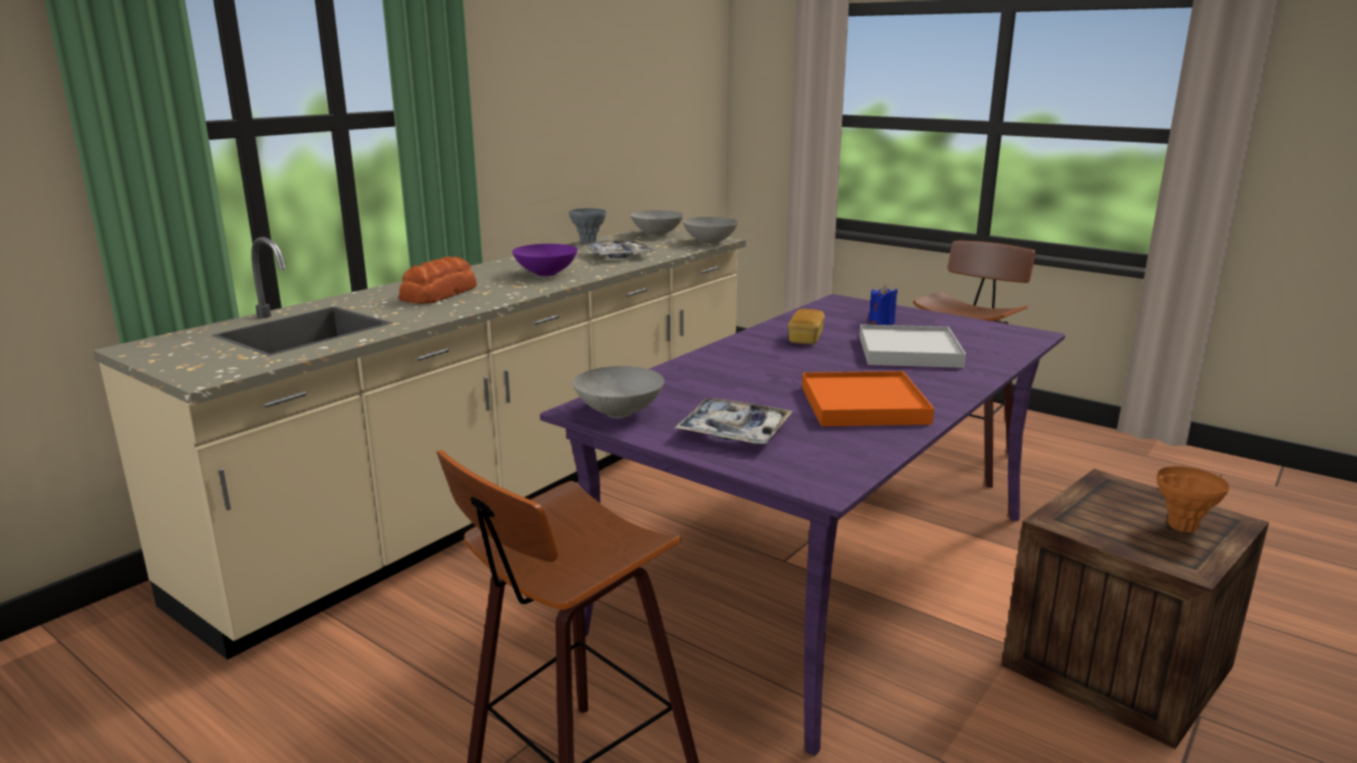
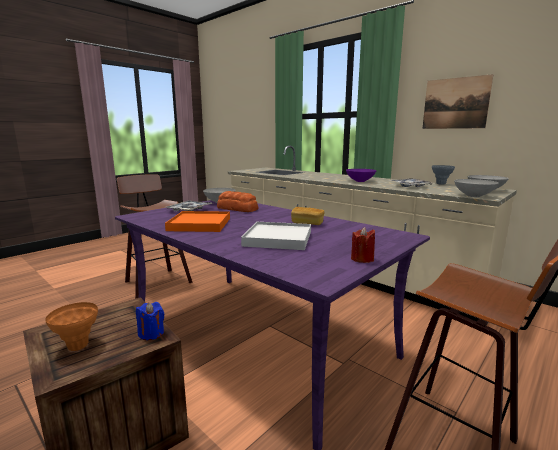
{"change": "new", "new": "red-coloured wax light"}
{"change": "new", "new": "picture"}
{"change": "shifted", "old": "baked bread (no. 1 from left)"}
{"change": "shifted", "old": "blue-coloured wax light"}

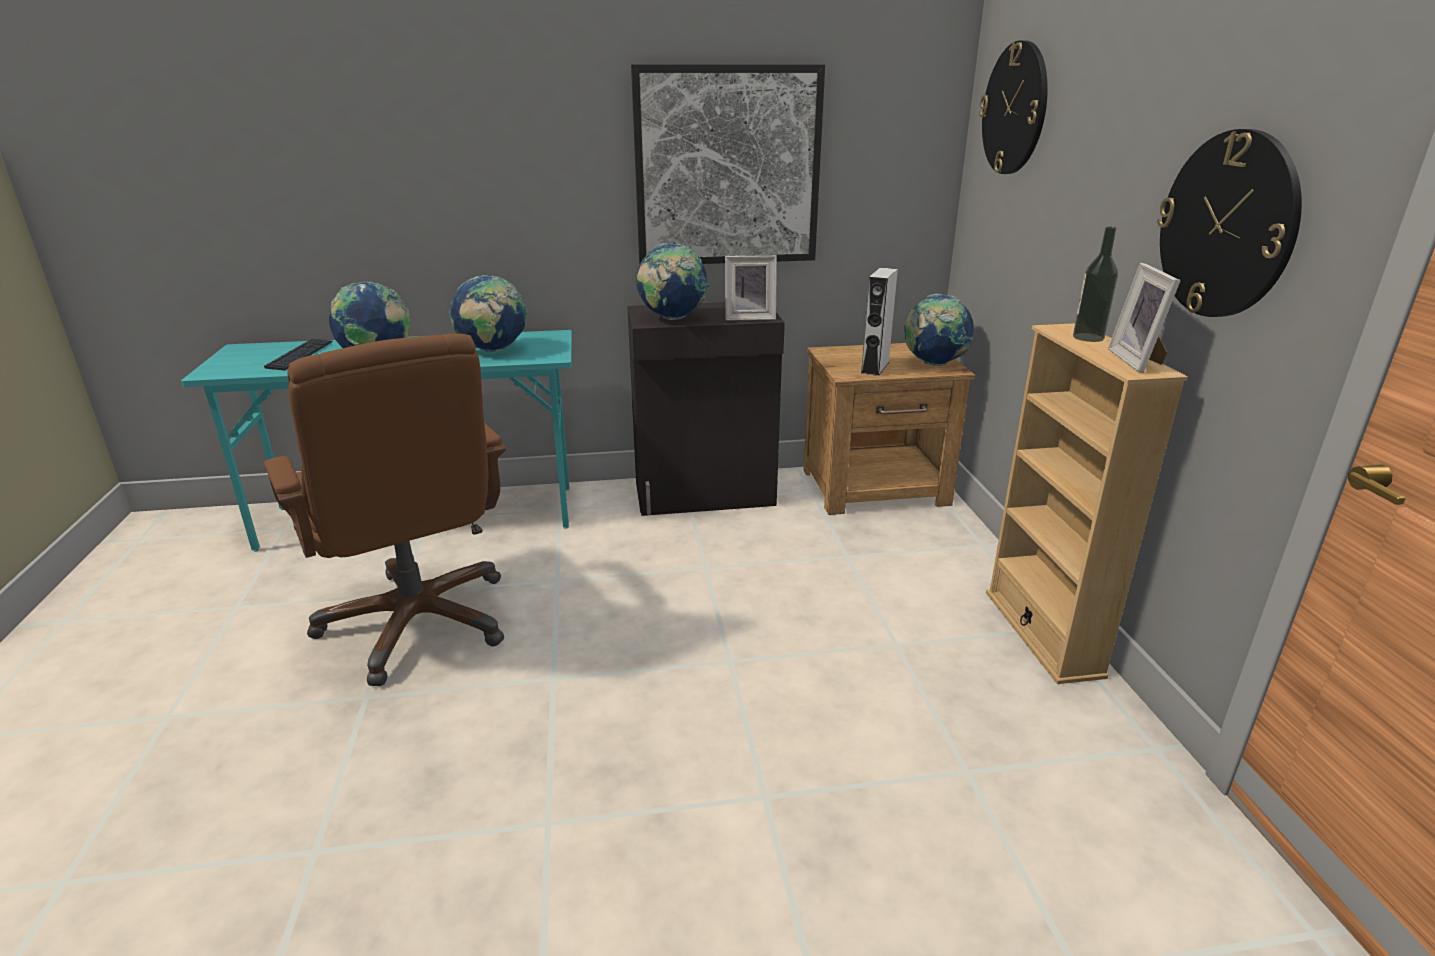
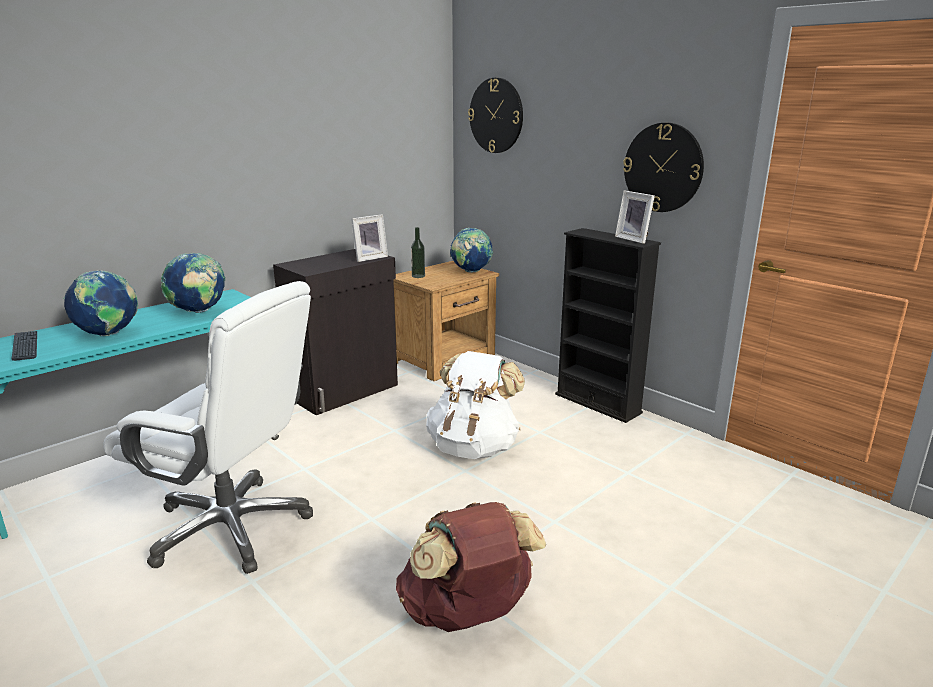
{"change": "gone", "old": "picture"}
{"change": "gone", "old": "world globe (no. 3 from left)"}
{"change": "gone", "old": "gray speaker"}
{"change": "new", "new": "brownish rucksack"}
{"change": "new", "new": "white rucksack"}
{"change": "shifted", "old": "beverage bottle"}
{"change": "repainted", "old": "brownish office chair", "new": "white office chair"}
{"change": "repainted", "old": "beige bookcase", "new": "blackish bookcase"}

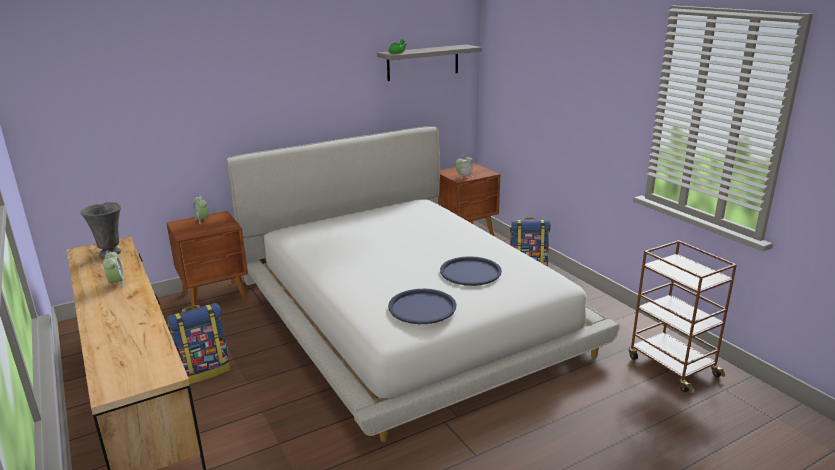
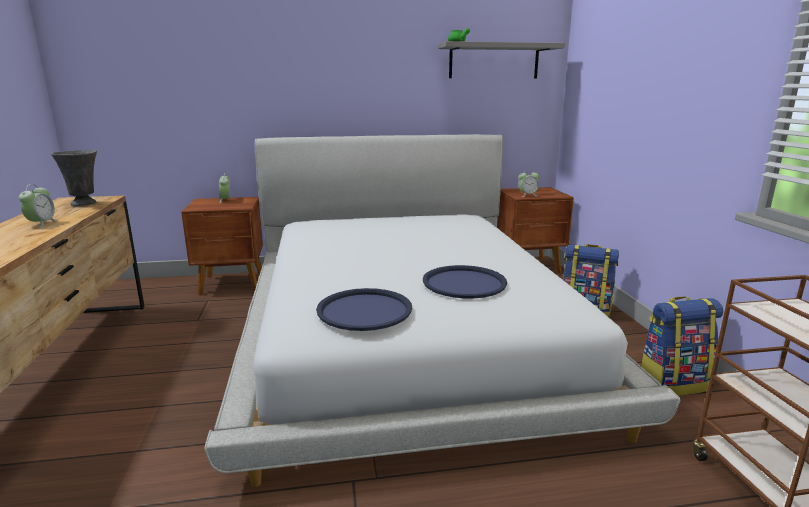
{"change": "shifted", "old": "rucksack (no. 1 from left in the first image)", "new": "rucksack (no. 2 from left)"}

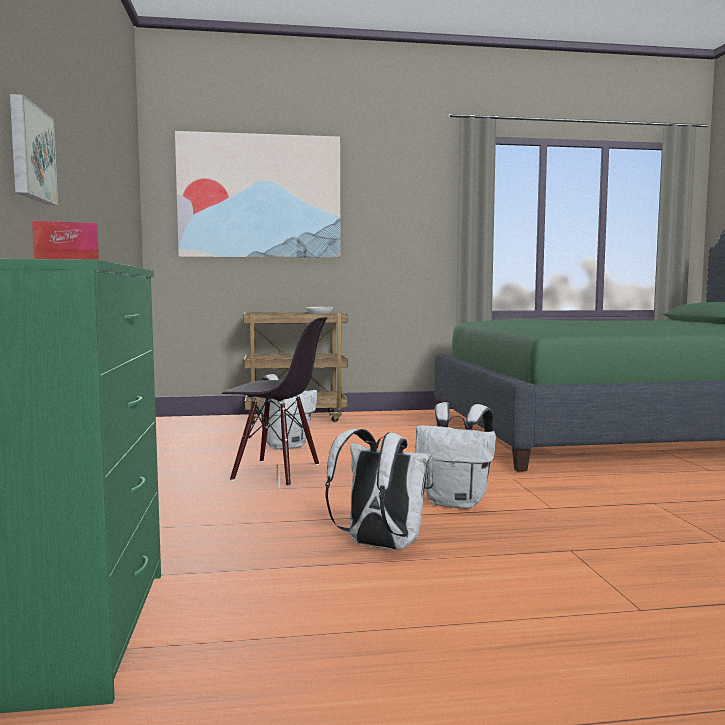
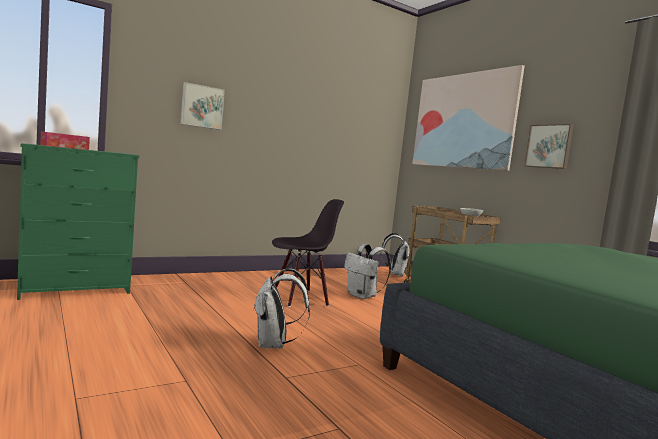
{"change": "new", "new": "picture (no. 3 from left)"}
{"change": "shifted", "old": "white rucksack (no. 2 from left in the first image)", "new": "white rucksack (no. 3 from left)"}
{"change": "rotated", "old": "blackish upright chair", "degrees": -105}

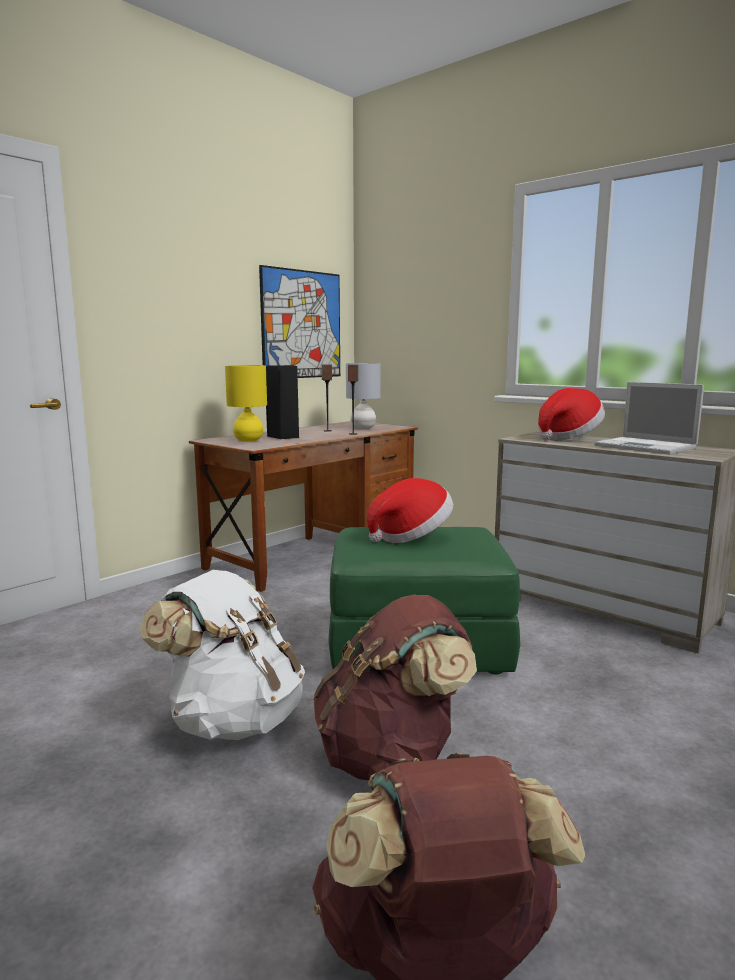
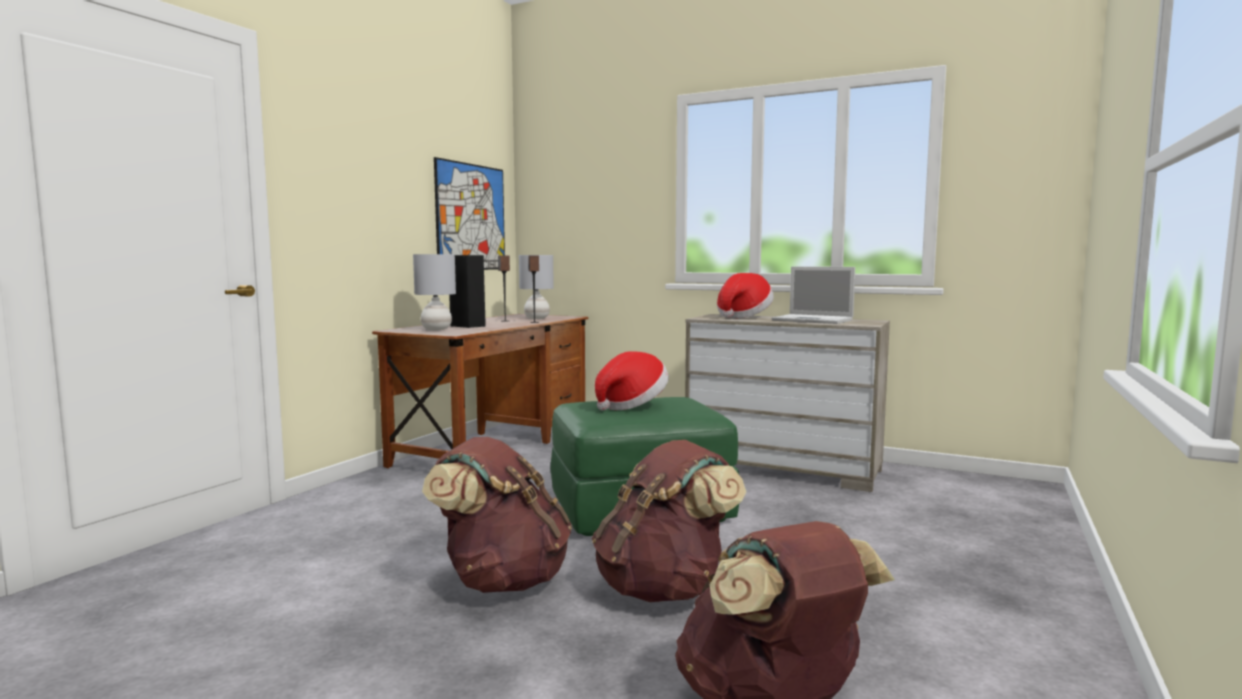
{"change": "repainted", "old": "white rucksack", "new": "brownish rucksack (no. 1 from left)"}
{"change": "repainted", "old": "yellowish tabletop lamp", "new": "gray tabletop lamp (no. 1 from left)"}

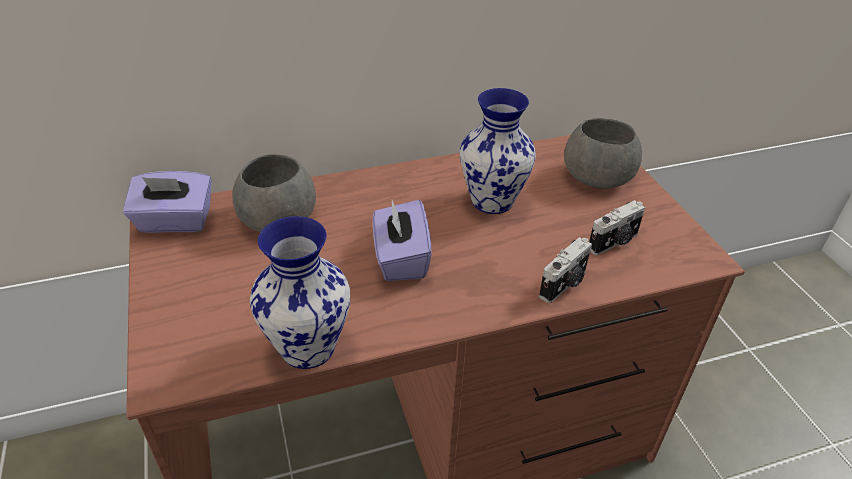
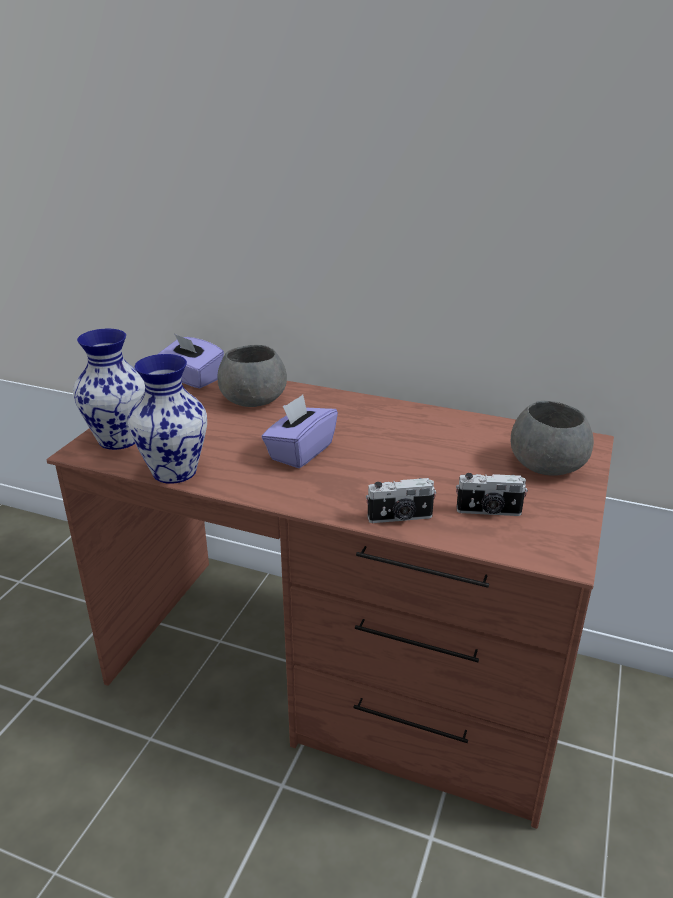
{"change": "shifted", "old": "flower vase (no. 2 from left in the first image)", "new": "flower vase (no. 1 from left)"}

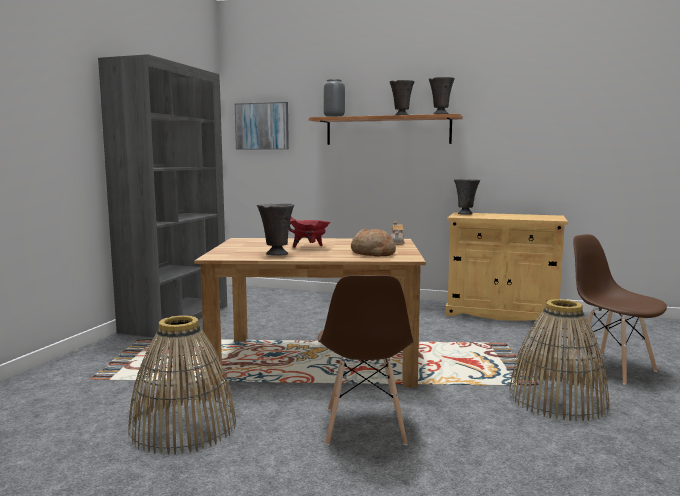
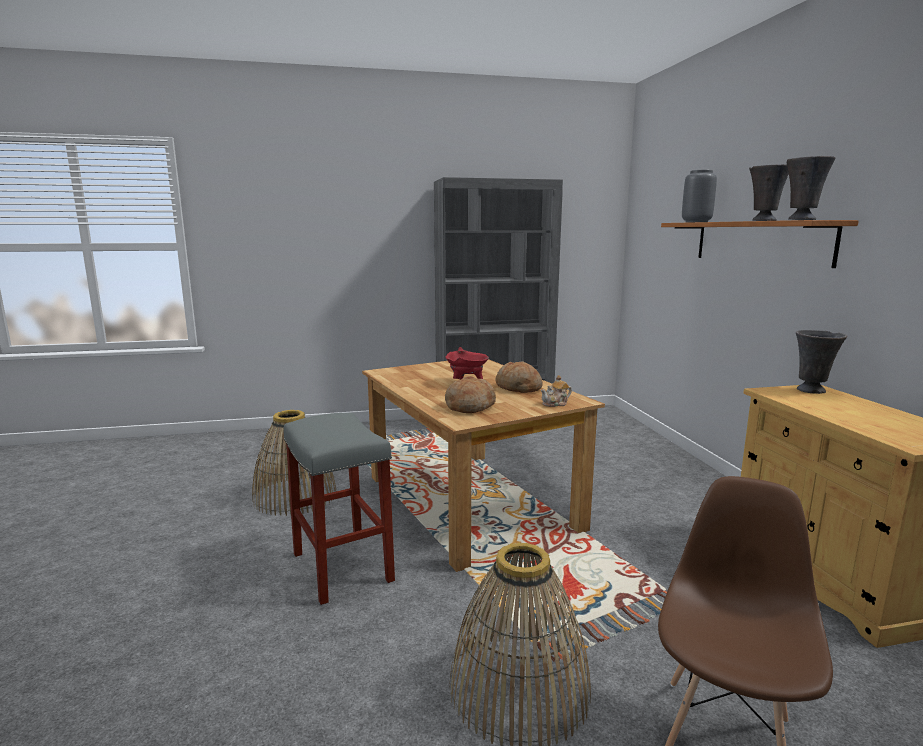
{"change": "gone", "old": "picture"}
{"change": "gone", "old": "gray flower vase (no. 1 from left)"}
{"change": "new", "new": "baked bread (no. 2 from left)"}
{"change": "swapped", "old": "brownish upright chair (no. 1 from left)", "new": "gray stool"}

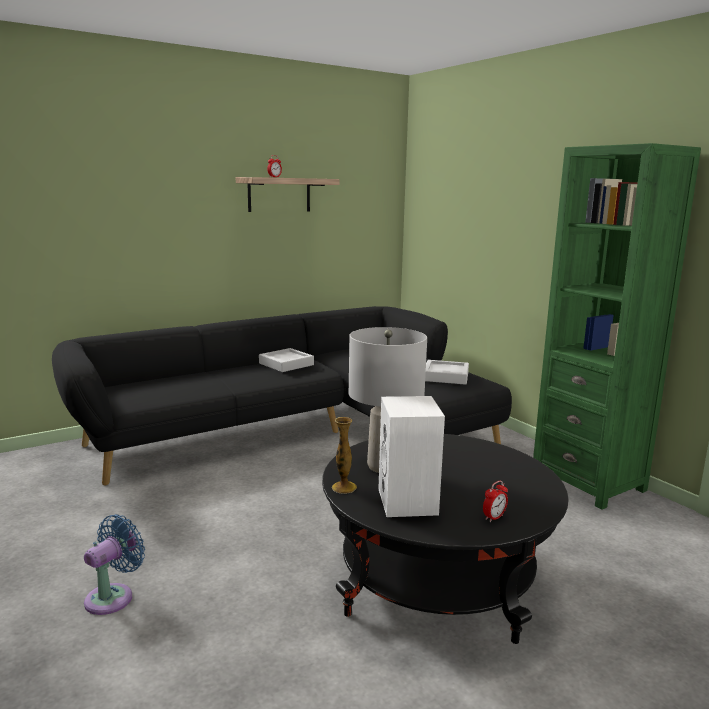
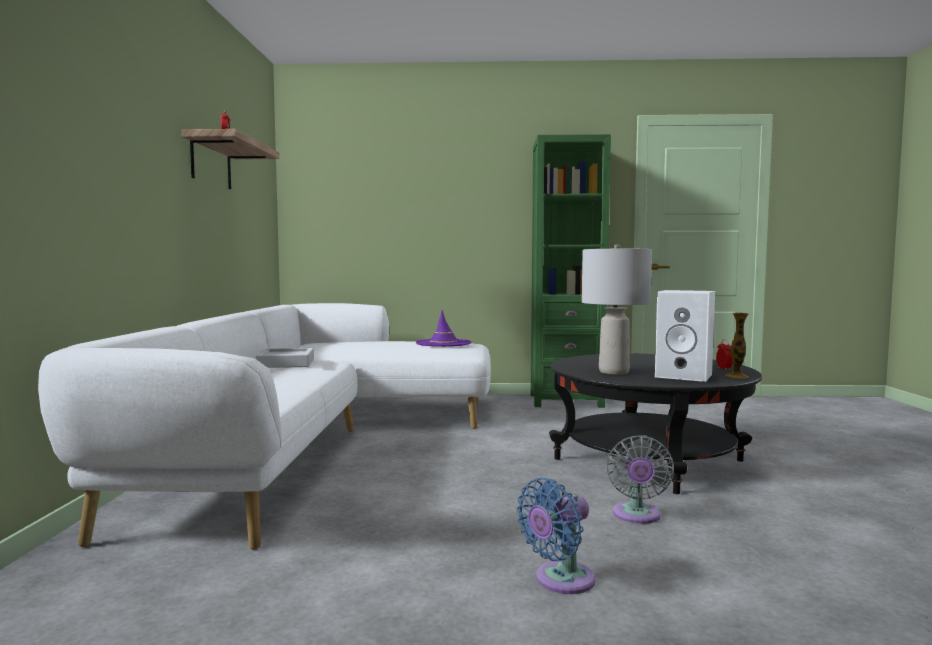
{"change": "new", "new": "gray fan"}
{"change": "shifted", "old": "flower vase"}
{"change": "swapped", "old": "gray tray (no. 2 from left)", "new": "purple-coloured clothing hat"}
{"change": "repainted", "old": "blackish settee", "new": "white settee"}
{"change": "rotated", "old": "blue-coloured fan", "degrees": -105}

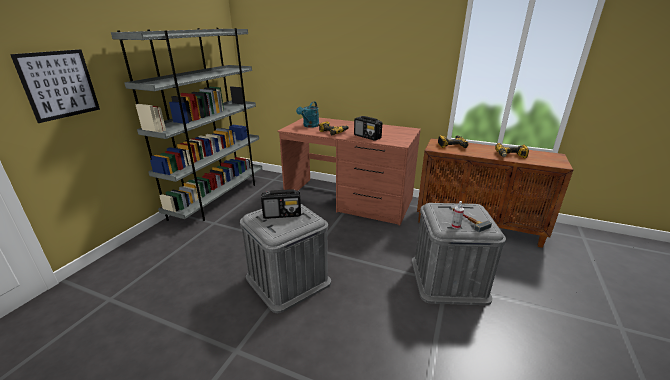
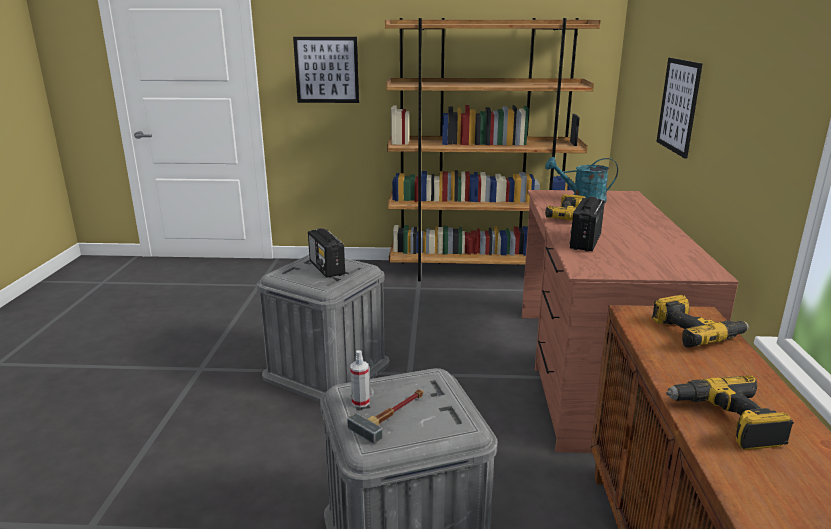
{"change": "new", "new": "picture (no. 2 from left)"}
{"change": "repainted", "old": "gray bookcase", "new": "brownish bookcase"}

